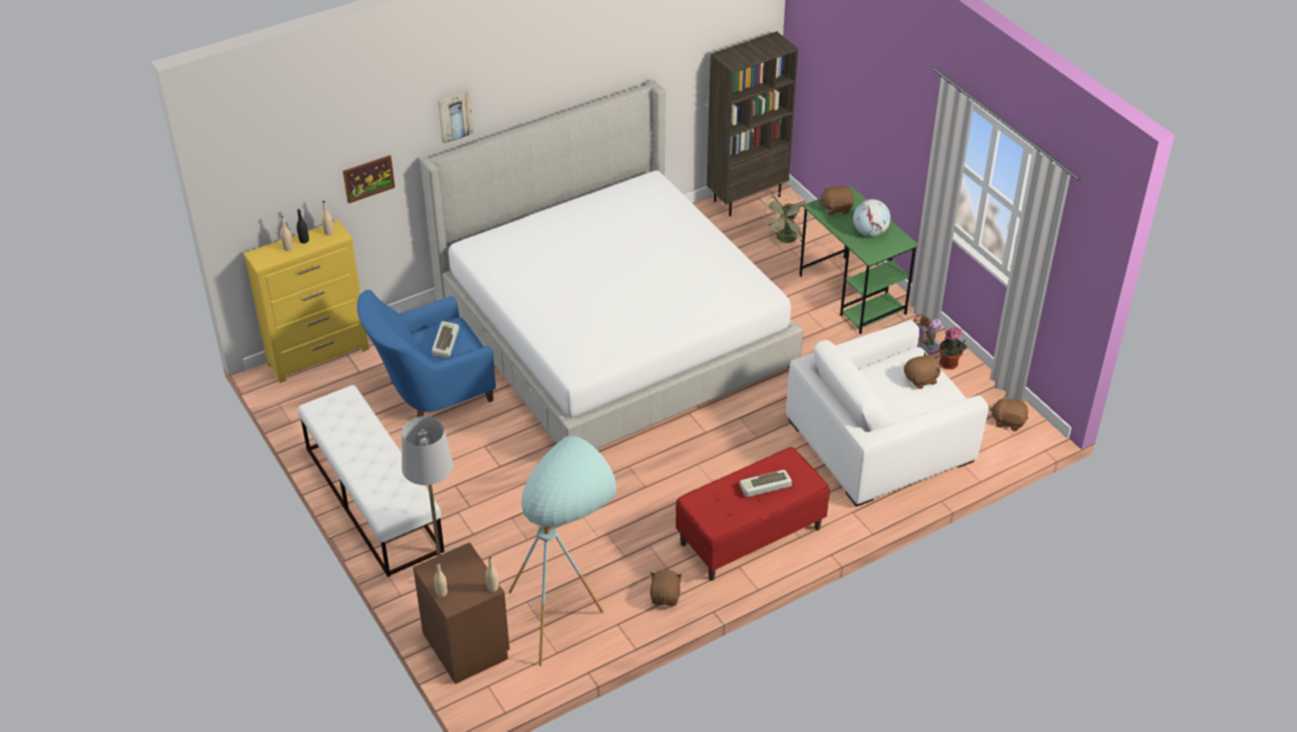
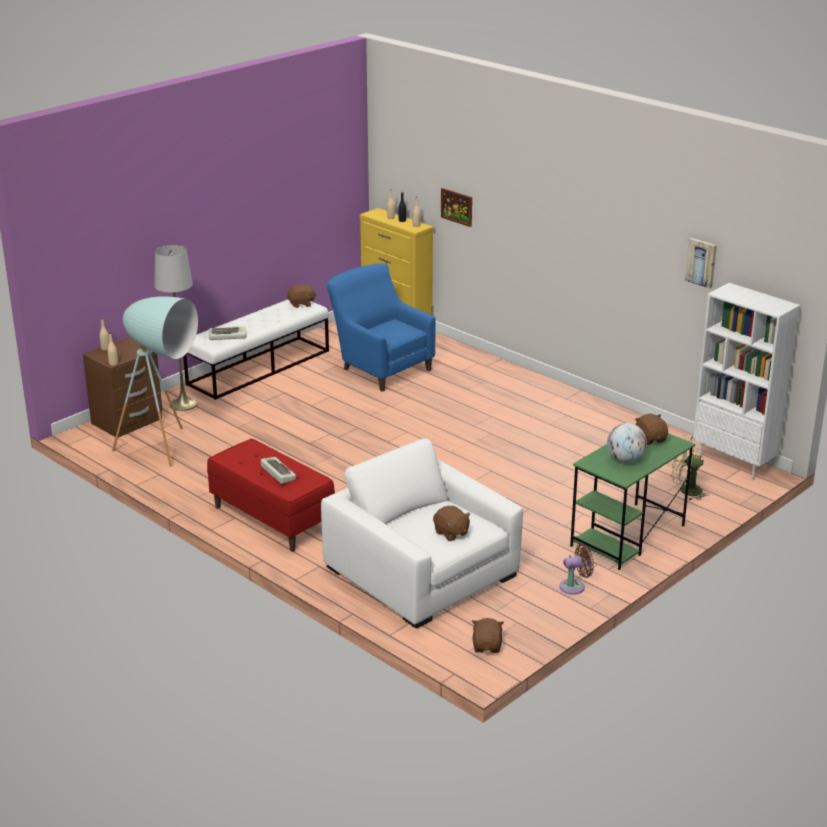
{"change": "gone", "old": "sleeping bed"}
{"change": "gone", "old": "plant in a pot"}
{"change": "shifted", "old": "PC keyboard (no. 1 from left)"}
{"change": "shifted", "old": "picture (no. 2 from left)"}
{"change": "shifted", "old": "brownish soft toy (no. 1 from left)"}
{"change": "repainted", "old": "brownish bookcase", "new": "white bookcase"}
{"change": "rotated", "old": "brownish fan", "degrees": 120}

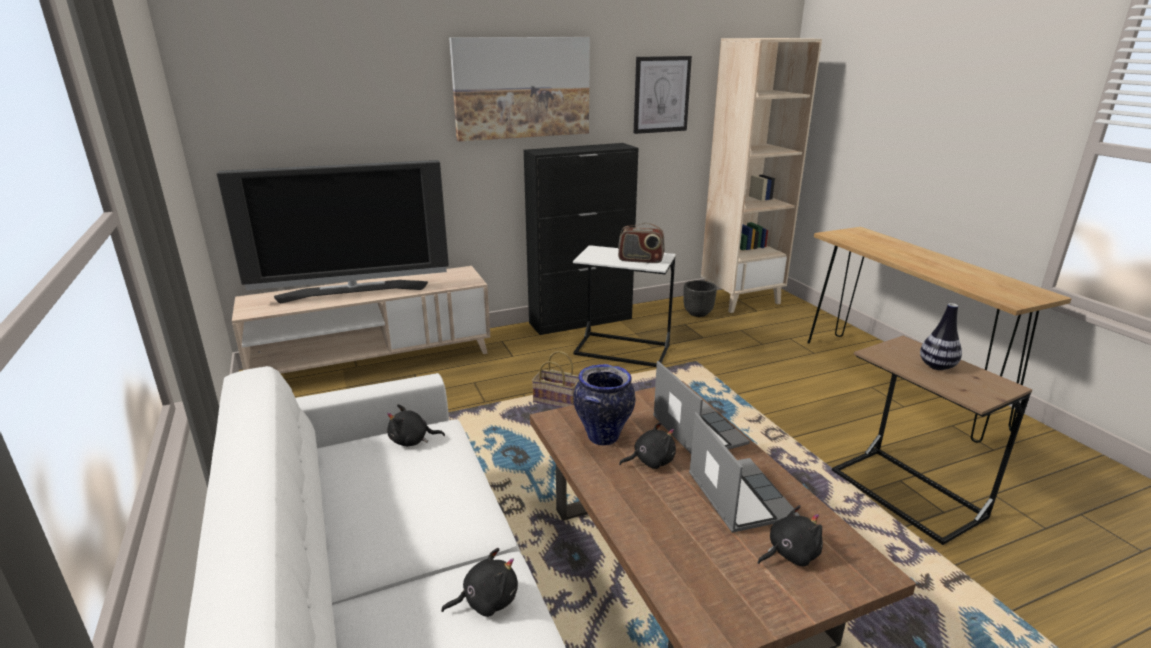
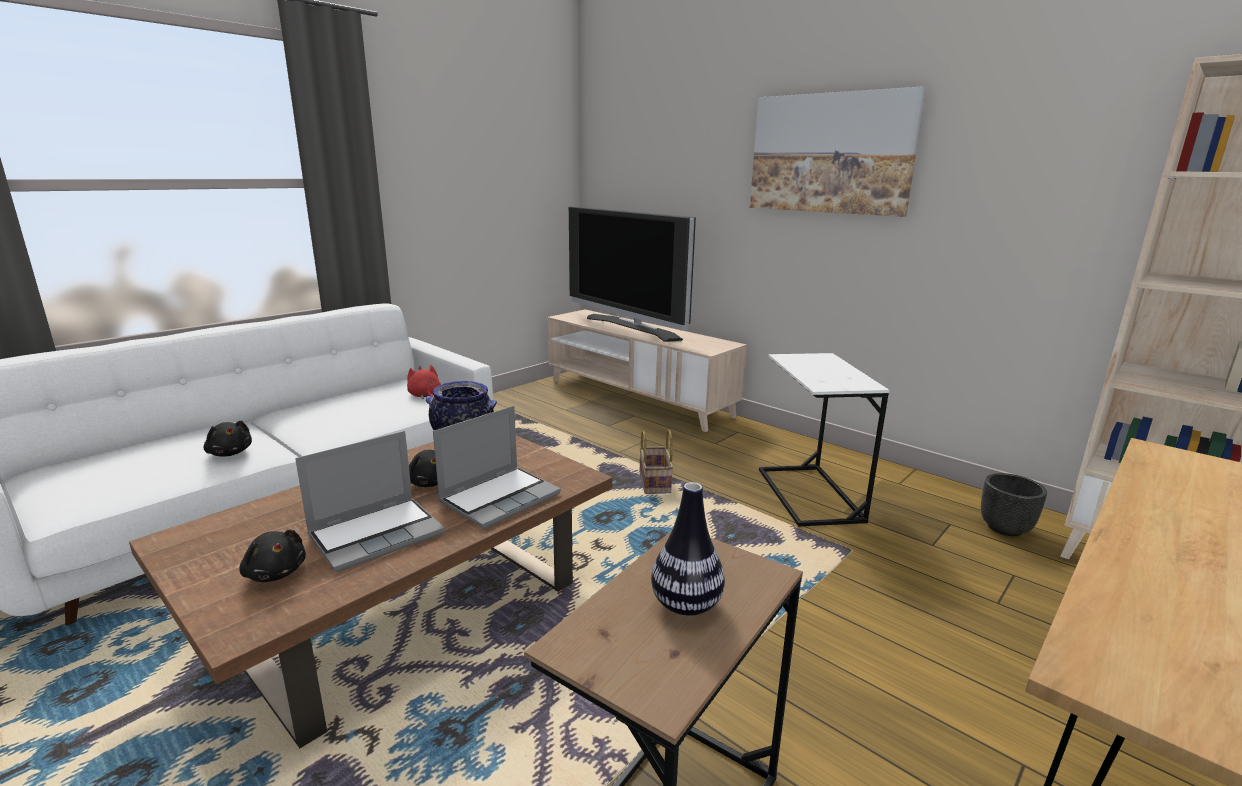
{"change": "gone", "old": "blackish storage cabinet"}
{"change": "gone", "old": "radio receiver"}
{"change": "gone", "old": "picture (no. 2 from left)"}
{"change": "repainted", "old": "blackish soft toy (no. 1 from left)", "new": "red-coloured soft toy"}

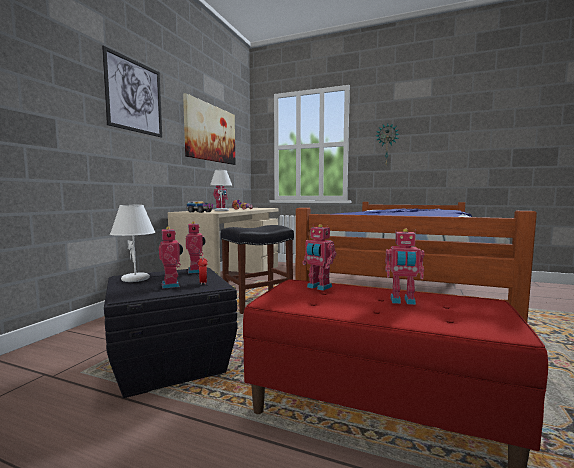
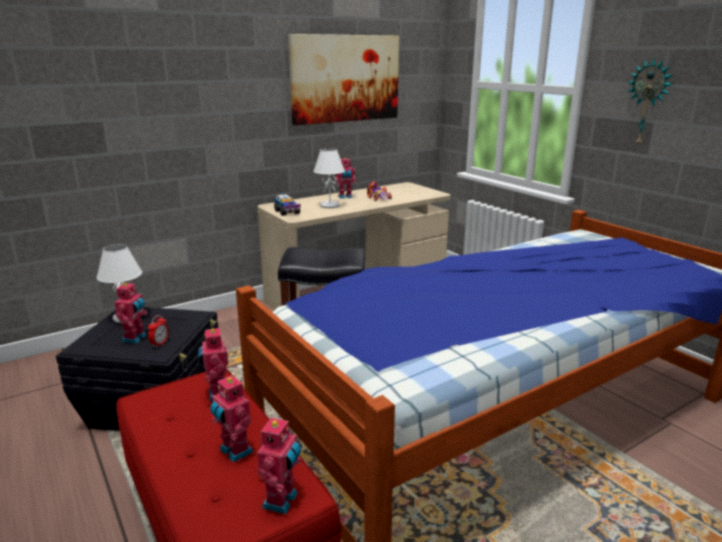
{"change": "gone", "old": "picture (no. 1 from left)"}
{"change": "shifted", "old": "robot figure (no. 2 from left in the first image)", "new": "robot figure (no. 4 from left)"}

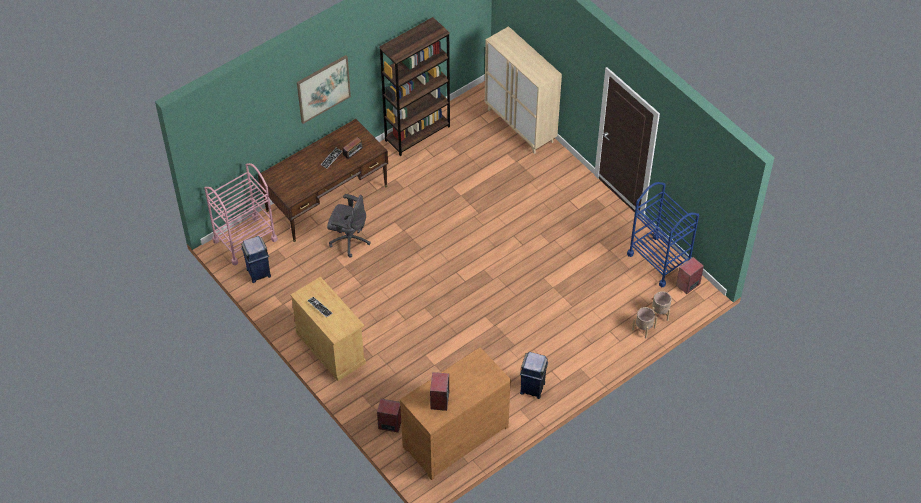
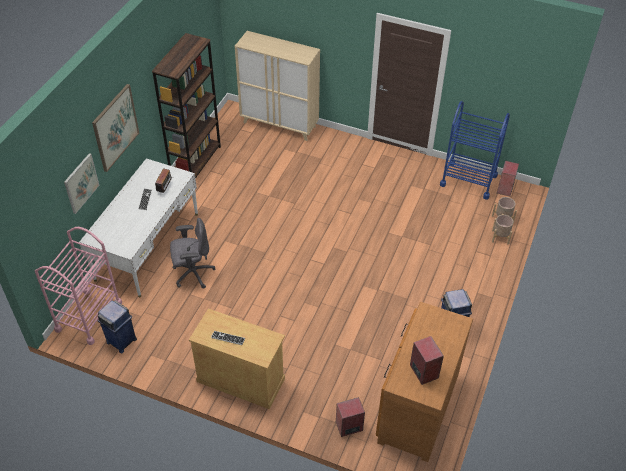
{"change": "new", "new": "picture (no. 1 from left)"}
{"change": "repainted", "old": "brownish desk", "new": "white desk"}

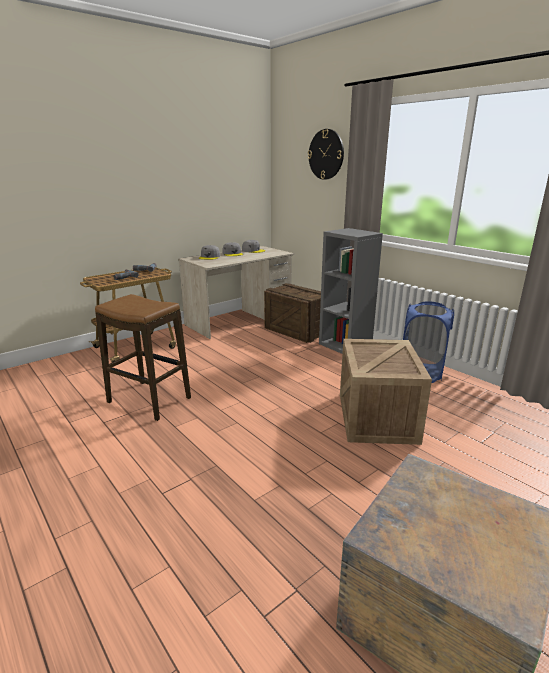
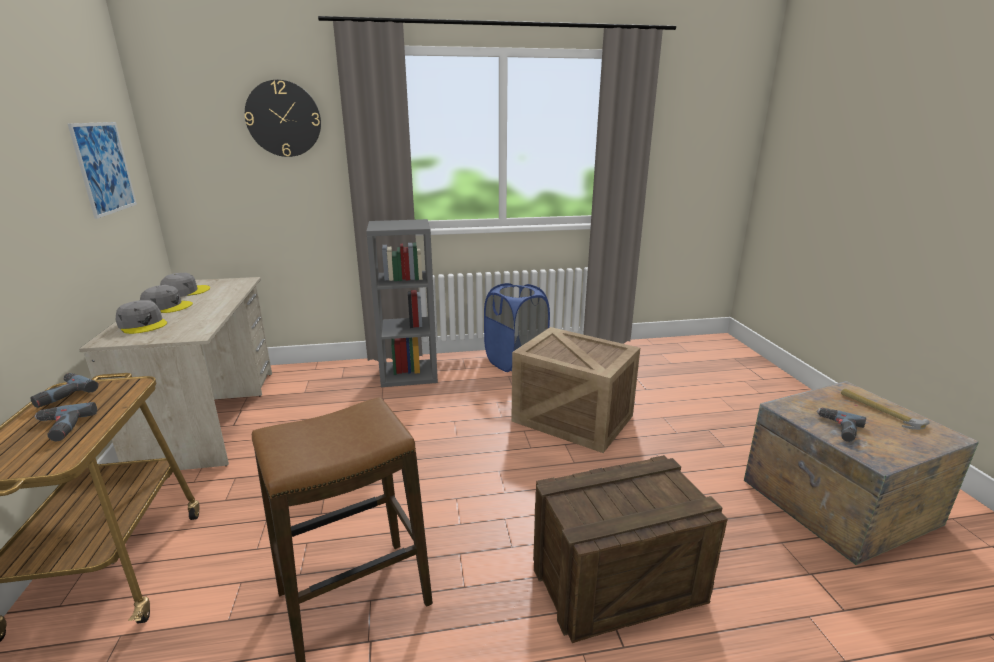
{"change": "new", "new": "picture"}
{"change": "new", "new": "electric drill (no. 3 from left)"}
{"change": "new", "new": "hammer"}
{"change": "shifted", "old": "shipping crate (no. 1 from left in the first image)", "new": "shipping crate (no. 2 from left)"}

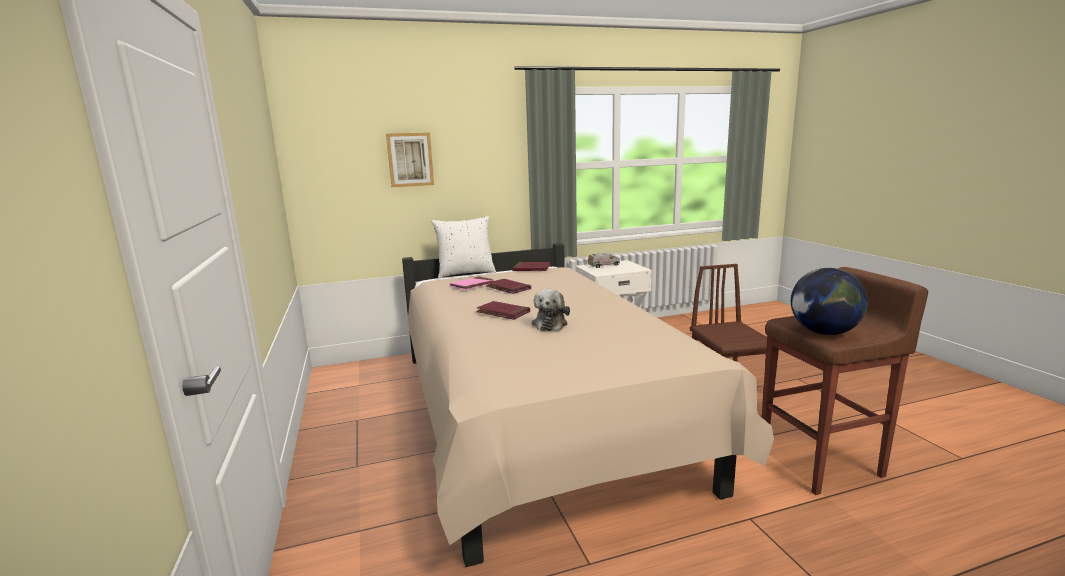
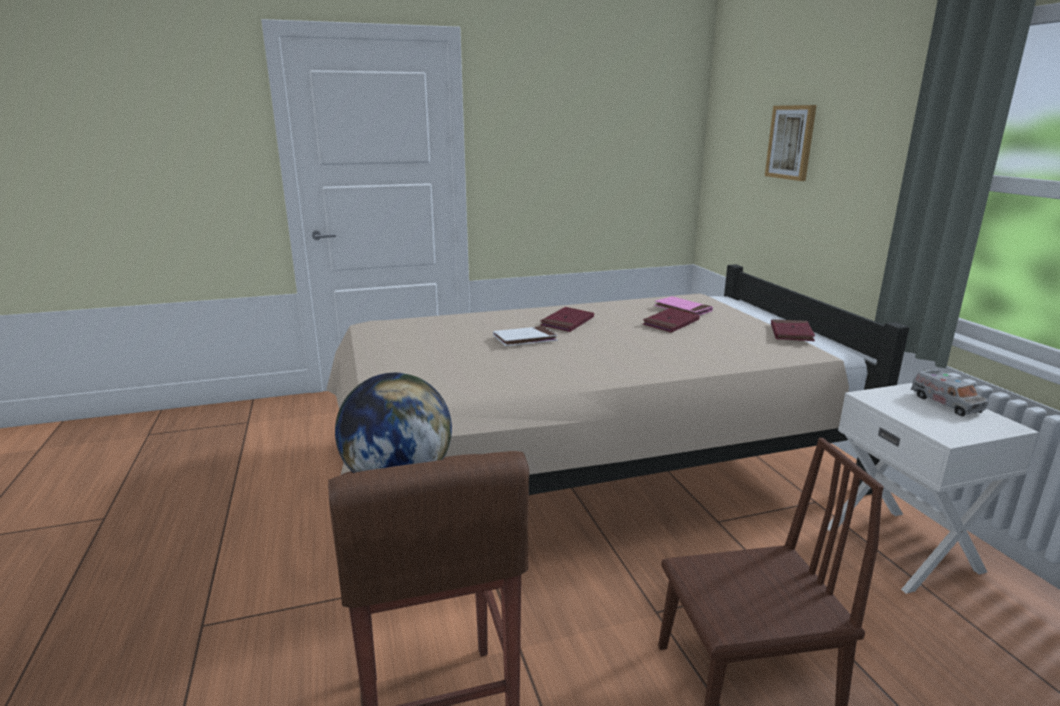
{"change": "gone", "old": "white throw pillow"}
{"change": "swapped", "old": "soft toy", "new": "white book"}

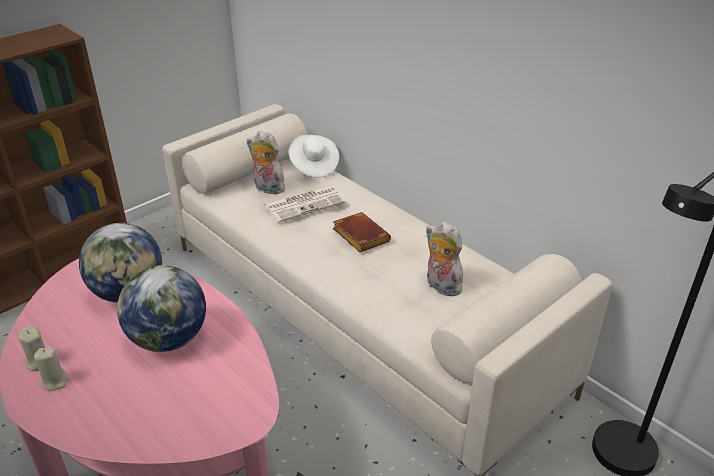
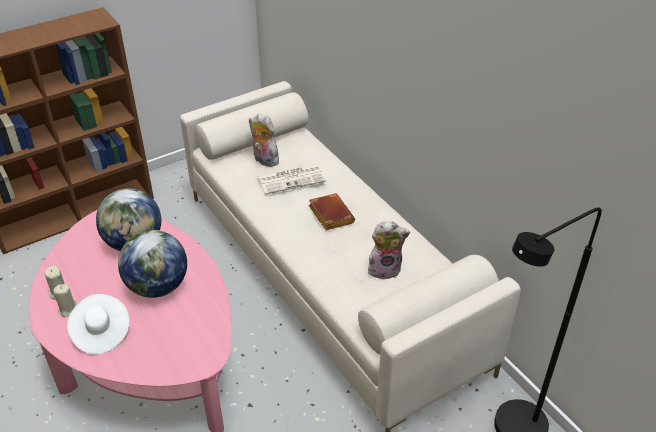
{"change": "shifted", "old": "white clothing hat"}
{"change": "rotated", "old": "soft toy (no. 2 from left)", "degrees": 120}

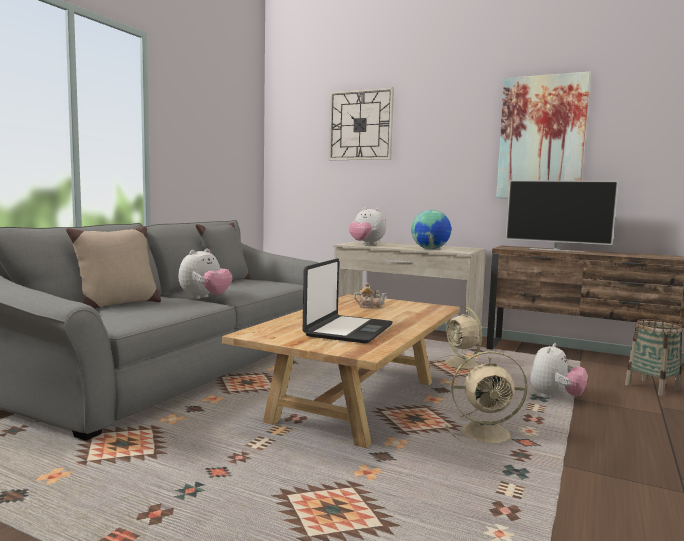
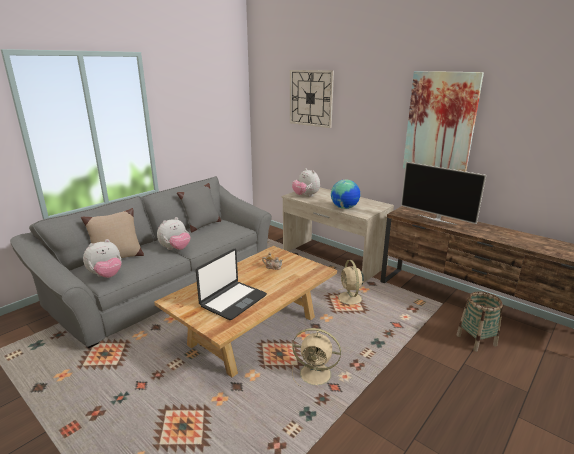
{"change": "shifted", "old": "soft toy (no. 3 from left in the first image)", "new": "soft toy (no. 1 from left)"}

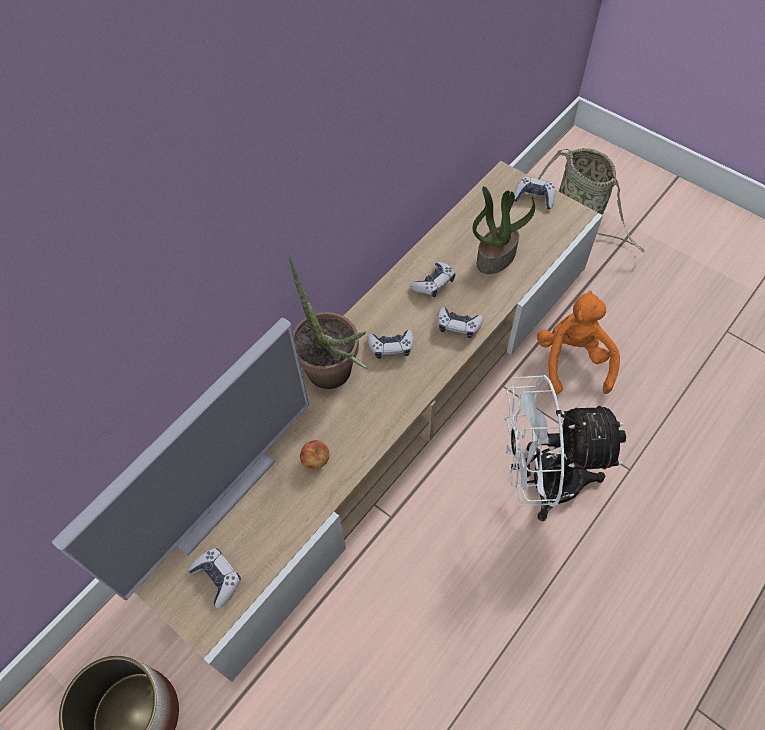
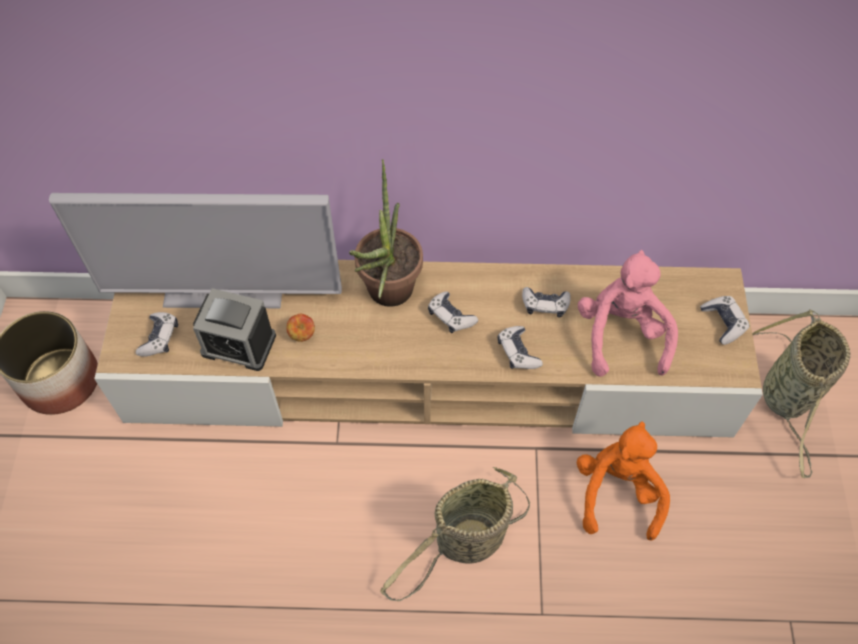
{"change": "new", "new": "bedside clock"}
{"change": "swapped", "old": "plant in a pot (no. 2 from left)", "new": "pinkish soft toy"}
{"change": "swapped", "old": "white fan", "new": "household basket (no. 1 from left)"}
{"change": "rotated", "old": "orange-coloured soft toy", "degrees": -45}

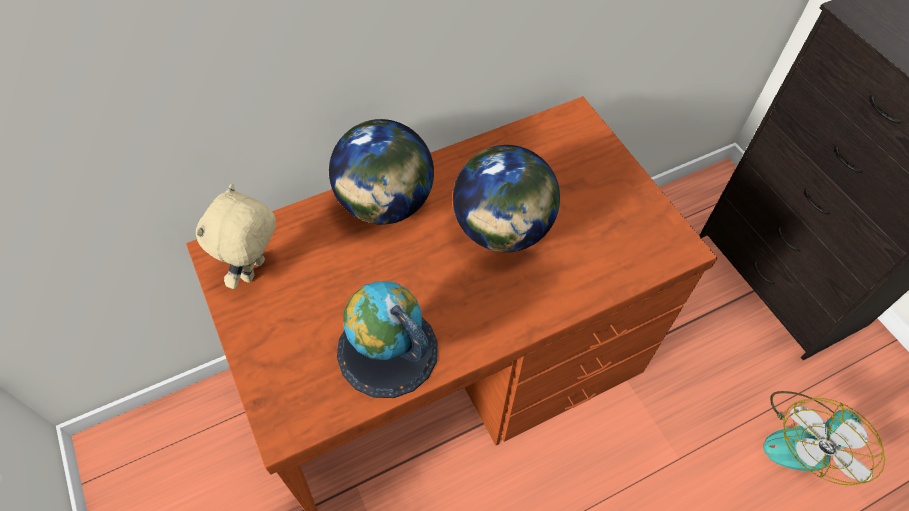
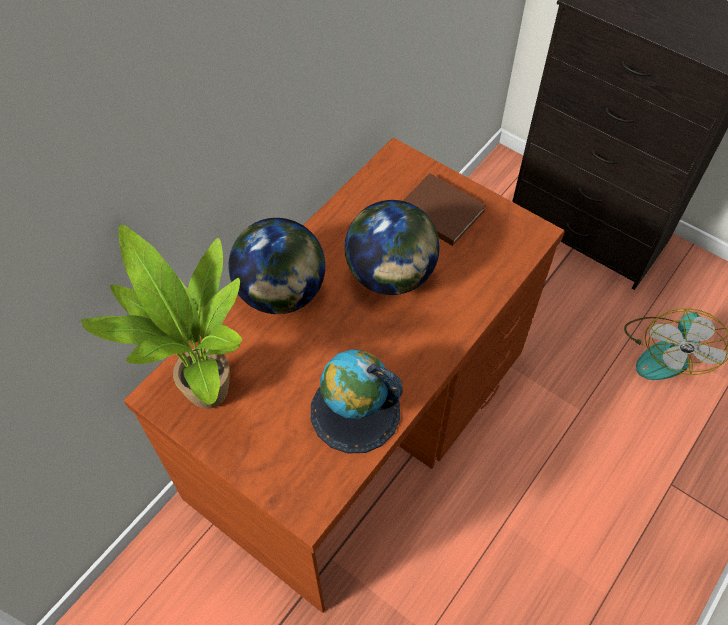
{"change": "new", "new": "brownish book"}
{"change": "swapped", "old": "beige soft toy", "new": "plant in a pot"}

